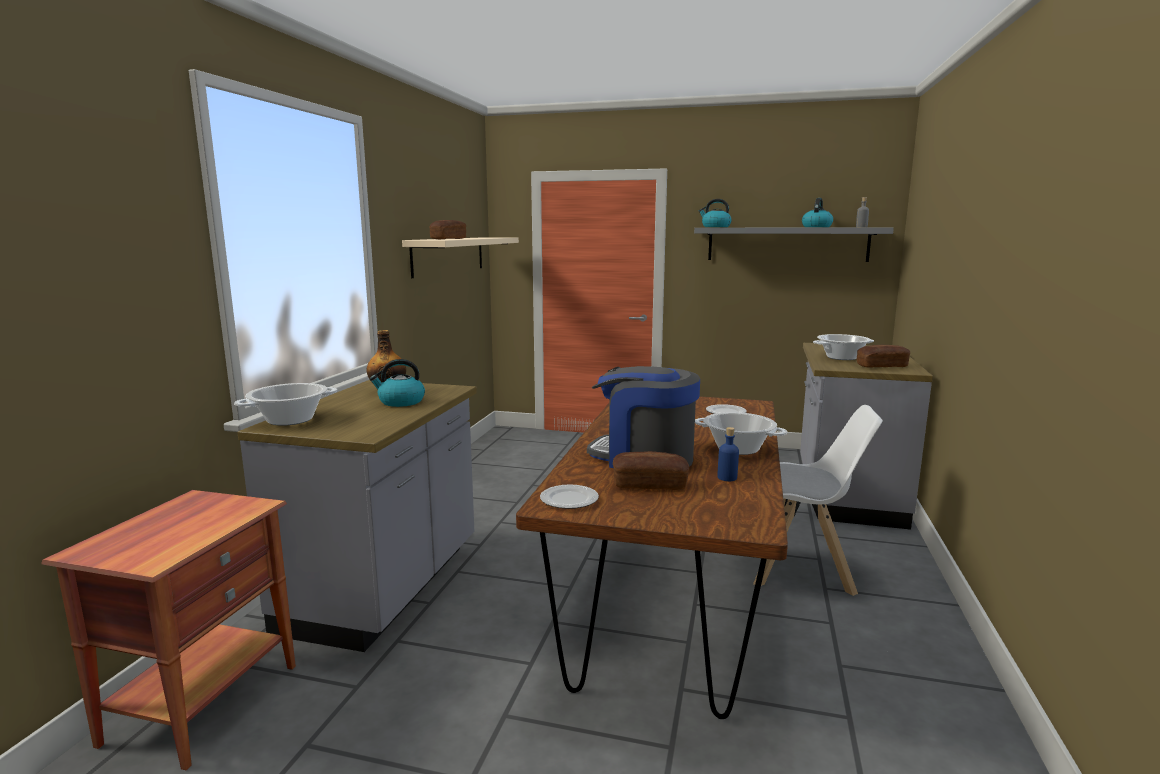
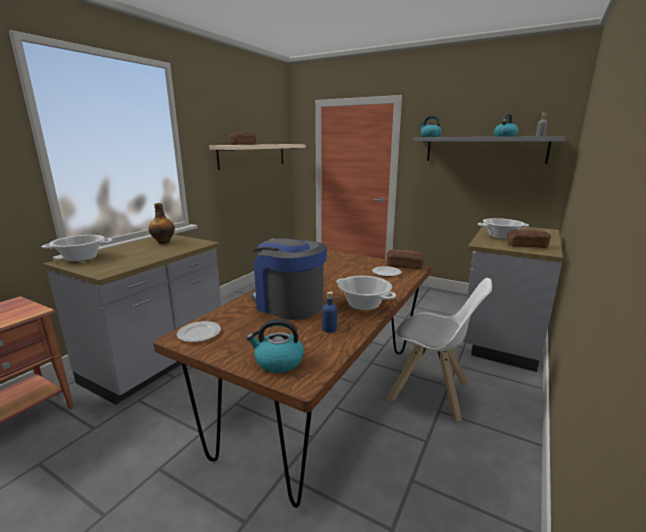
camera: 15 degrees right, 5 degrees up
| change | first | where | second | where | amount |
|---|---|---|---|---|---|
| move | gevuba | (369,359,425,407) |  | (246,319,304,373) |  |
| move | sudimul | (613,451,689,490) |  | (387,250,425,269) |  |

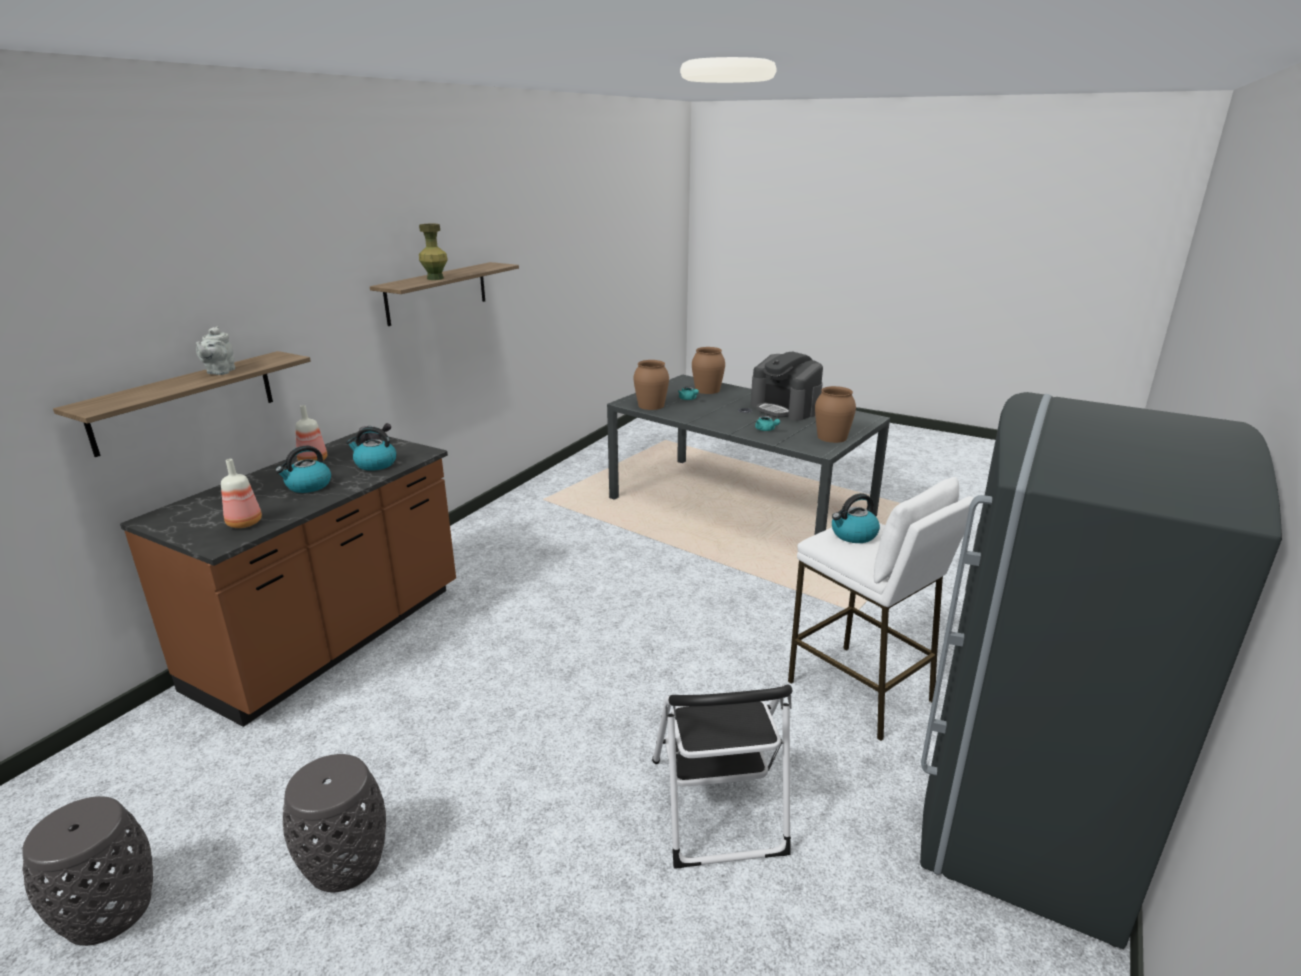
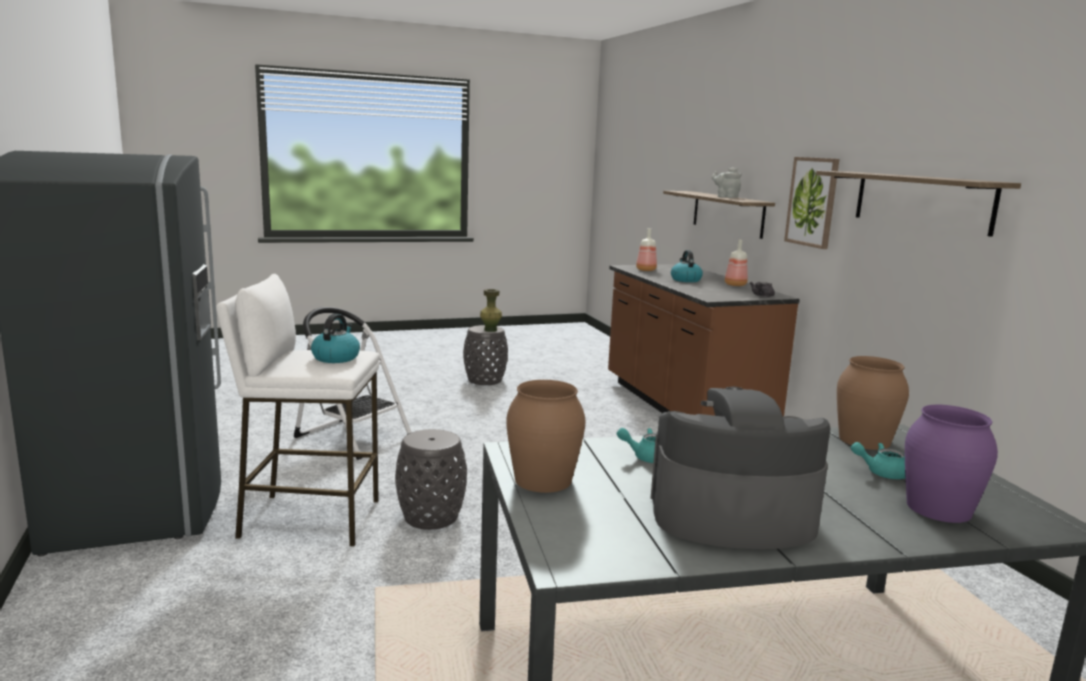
camera: 130 degrees right, 10 degrees down
| change | first | where | second | where | amount |
|---|---|---|---|---|---|
| move | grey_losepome | (22,796,153,946) |  | (395,429,467,530) |  |
| move | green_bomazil | (419,224,448,280) |  | (480,289,502,332) |  |
| insert |  |  | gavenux | (784,157,839,249) |  |
| recolor | brown_bomazil | (692,347,725,394) | purple_bomazil | (905,405,998,523) |  |
| delete | gevuba | (346,427,396,471) |  |  |  |

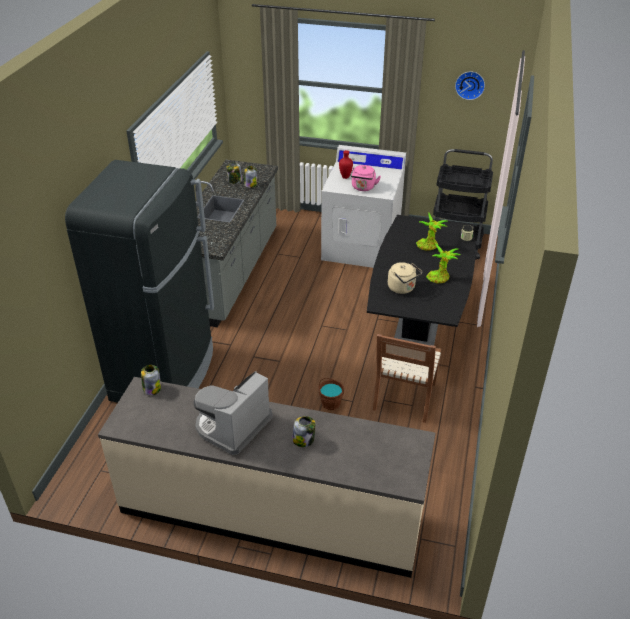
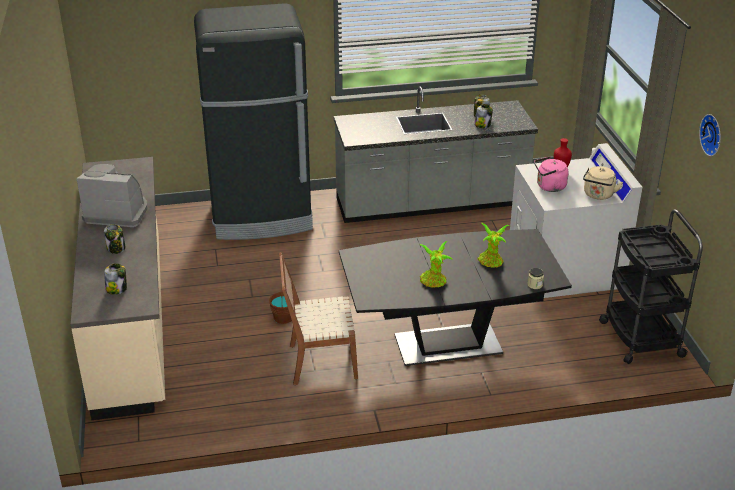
camera: 65 degrees right, 5 degrees down
| change | first | where | second | where | amount |
|---|---|---|---|---|---|
| move | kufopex | (141,365,161,395) |  | (104,263,127,295) |  |
| move | beige_gevuba | (388,262,422,294) |  | (583,166,623,200) |  |

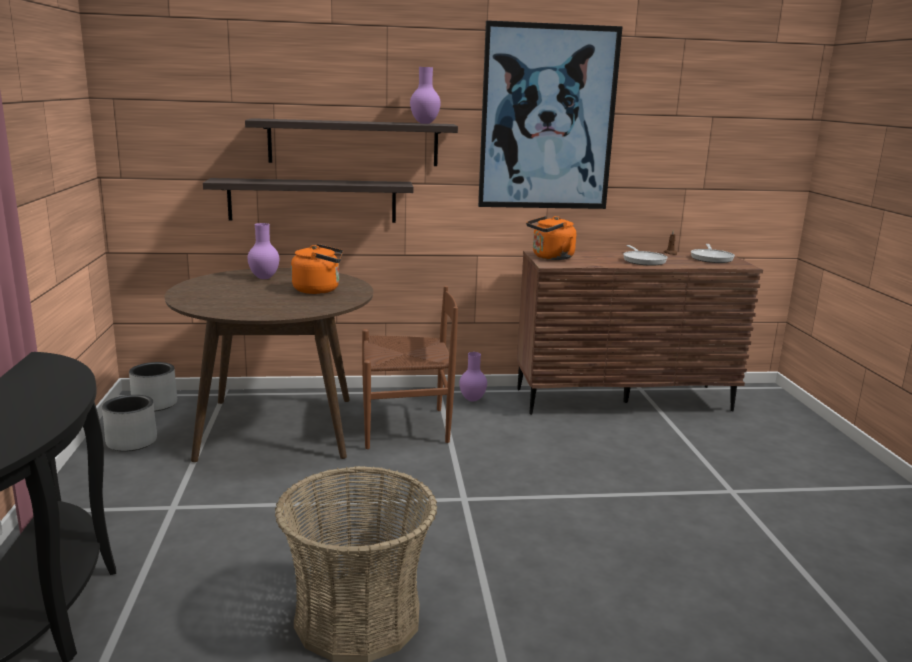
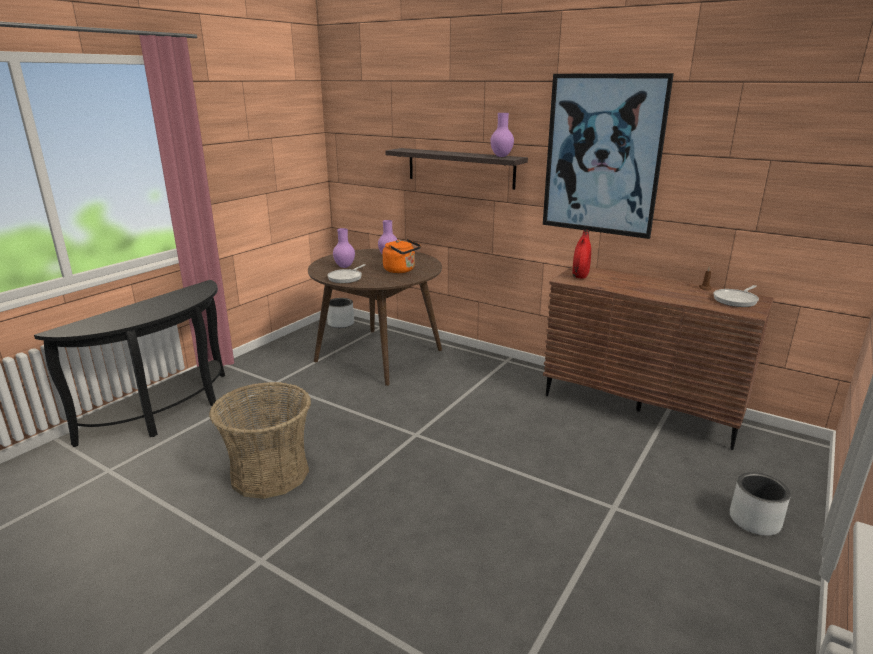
camera: 40 degrees right, 5 degrees up
| change | first | where | second | where | amount |
|---|---|---|---|---|---|
| move | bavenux | (623,245,668,266) |  | (327,264,366,283) |  |
| move | purple_bomazil | (459,352,487,402) |  | (333,228,355,268) |  |
| replace | orange_gevuba | (526,216,576,260) | red_bomazil | (573,230,591,279) |  |
| move | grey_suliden | (102,395,157,452) |  | (730,472,791,536) |  |
| delete | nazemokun | (203,178,413,223) |  |  |  |
| delete | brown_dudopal | (362,286,458,449) |  |  |  |

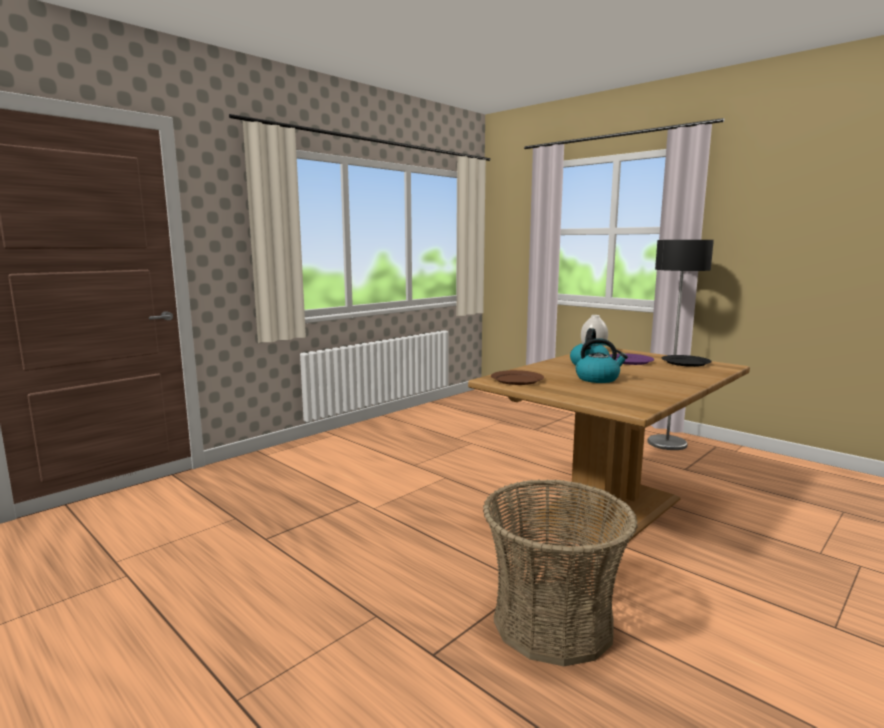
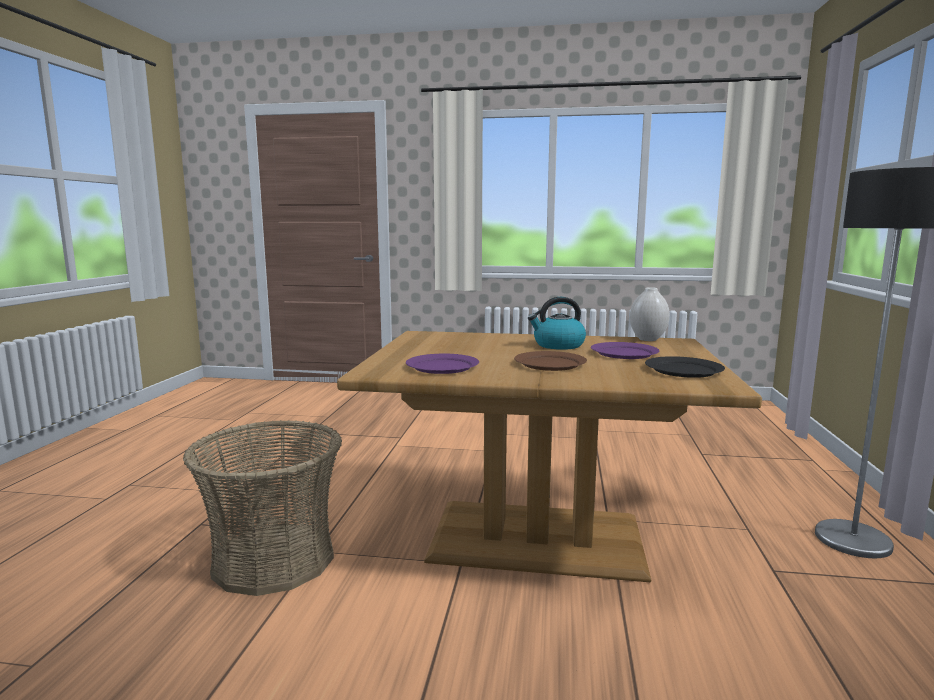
camera: 55 degrees right, 0 degrees up
| change | first | where | second | where | amount |
|---|---|---|---|---|---|
| insert |  |  | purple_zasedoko | (406,354,479,374) |  |
| move | brown_zasedoko | (491,370,544,385) |  | (514,351,587,371) |  |
| delete | gevuba | (576,338,628,383) |  |  |  |

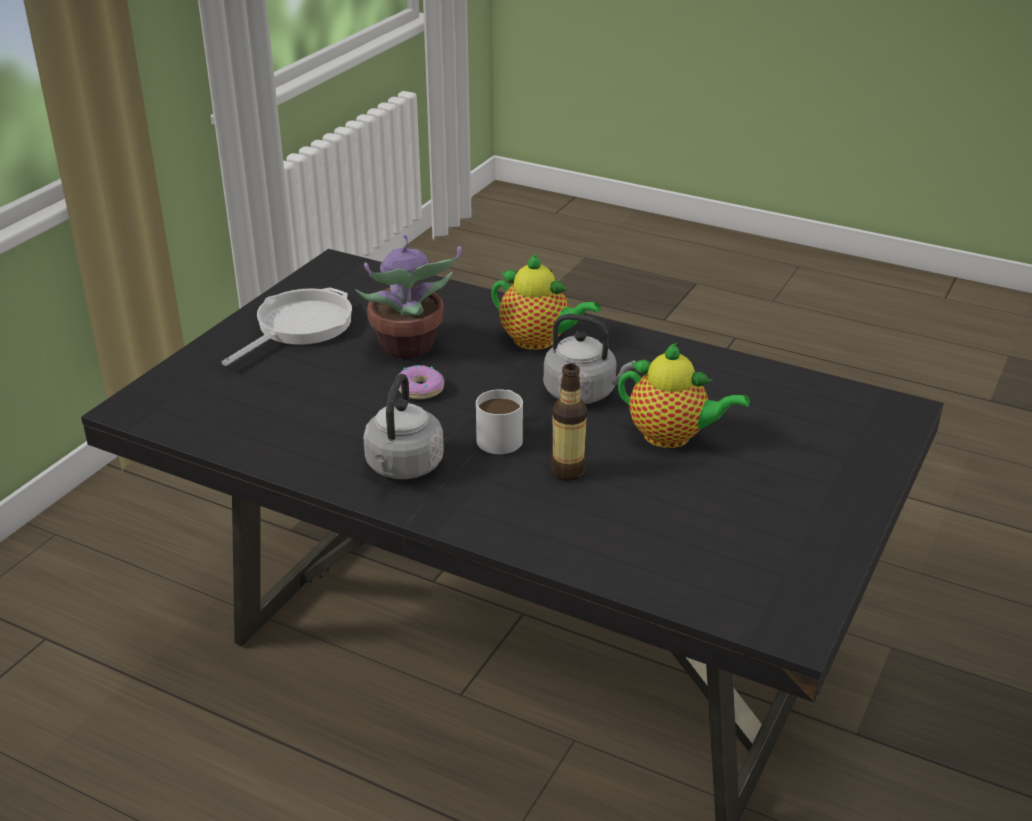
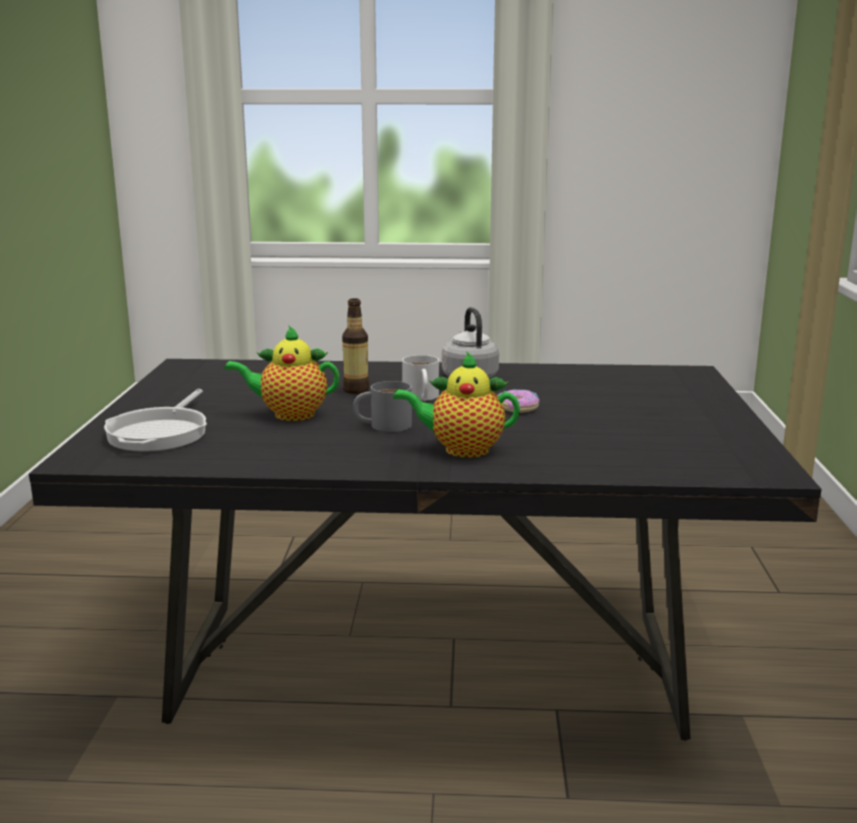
camera: 155 degrees right, 15 degrees down
| change | first | where | second | where | amount |
|---|---|---|---|---|---|
| move | bavenux | (222,288,352,366) |  | (104,389,207,452) |  |
| replace | grey_gevuba | (543,314,636,404) | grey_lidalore | (353,381,412,432) |  |
| delete | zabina | (356,235,462,358) |  |  |  |

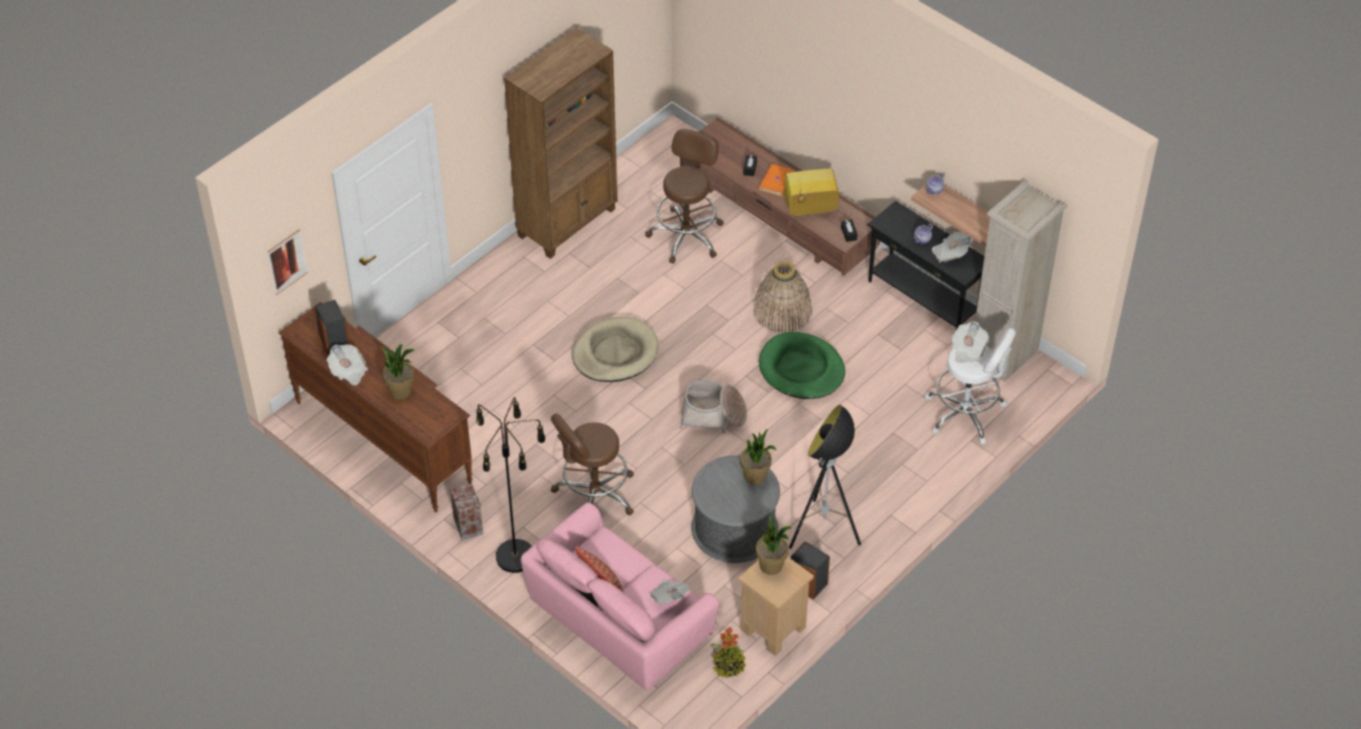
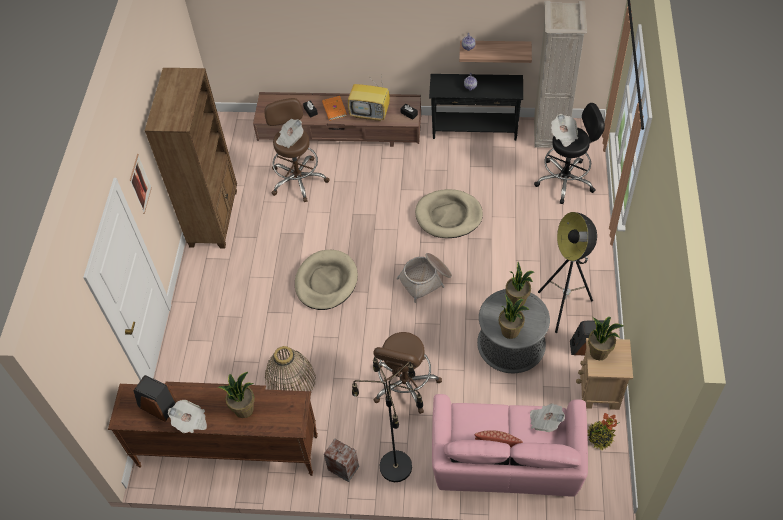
camera: 35 degrees left, 5 degrees up
| change | first | where | second | where | amount |
|---|---|---|---|---|---|
| move | gavenux | (267,229,308,295) |  | (129,154,152,214) |  |
| move | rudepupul | (754,261,812,333) |  | (265,346,316,391) |  |
| move | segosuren | (932,232,972,262) |  | (276,119,304,148) |  |
| rotate | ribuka | (784,169,839,217) |  | (348,73,390,121) | 120 degrees counterclockwise |
| recolor | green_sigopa | (759,332,845,399) | beige_sigopa | (415,189,483,238) |  |
| insert |  |  | zabina | (499,294,529,339) |  |
| recolor | white_losepome | (924,328,1016,444) | black_losepome | (534,103,605,204) |  |

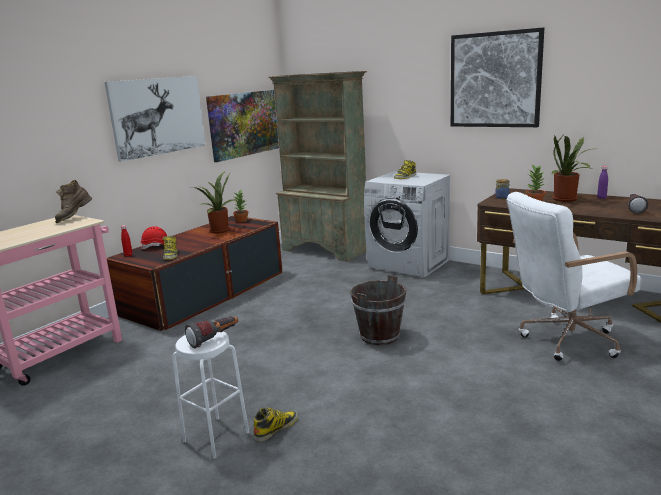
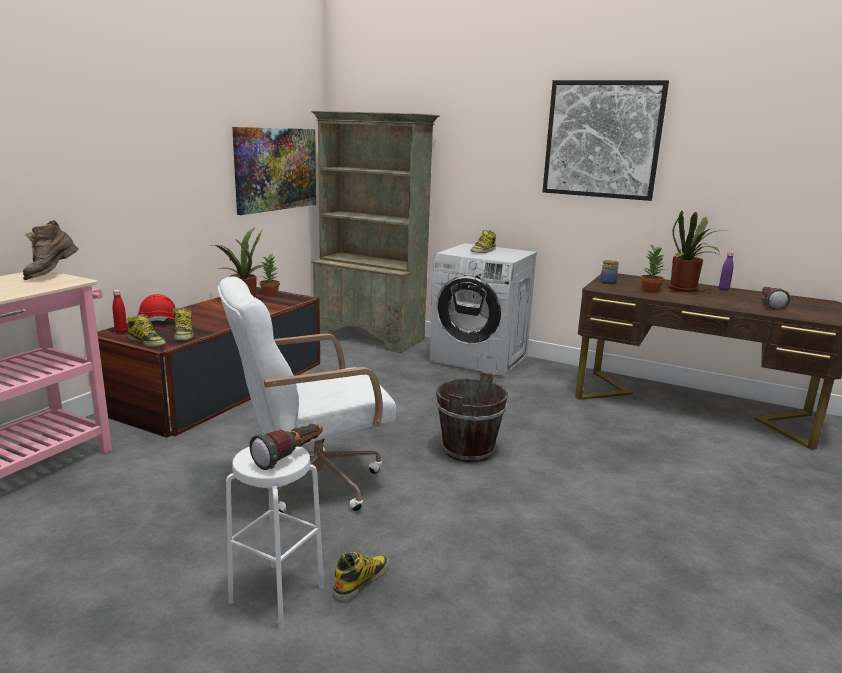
camera: 10 degrees left, 0 degrees up
| change | first | where | second | where | amount |
|---|---|---|---|---|---|
| insert |  |  | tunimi | (127,314,166,347) |  |
| move | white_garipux | (506,192,642,361) |  | (218,276,396,513) |  |
| delete | gavenux | (104,76,206,162) |  |  |  |

